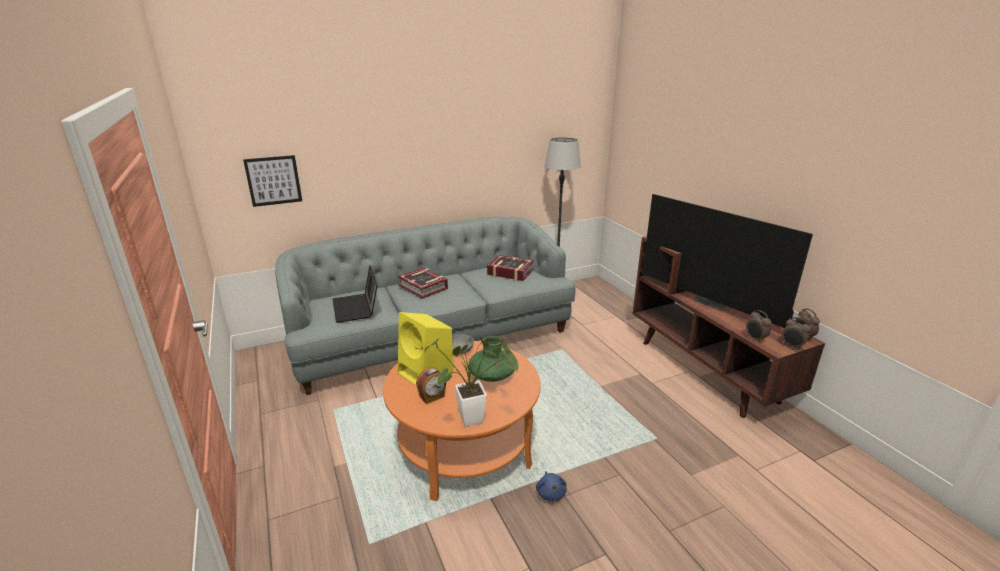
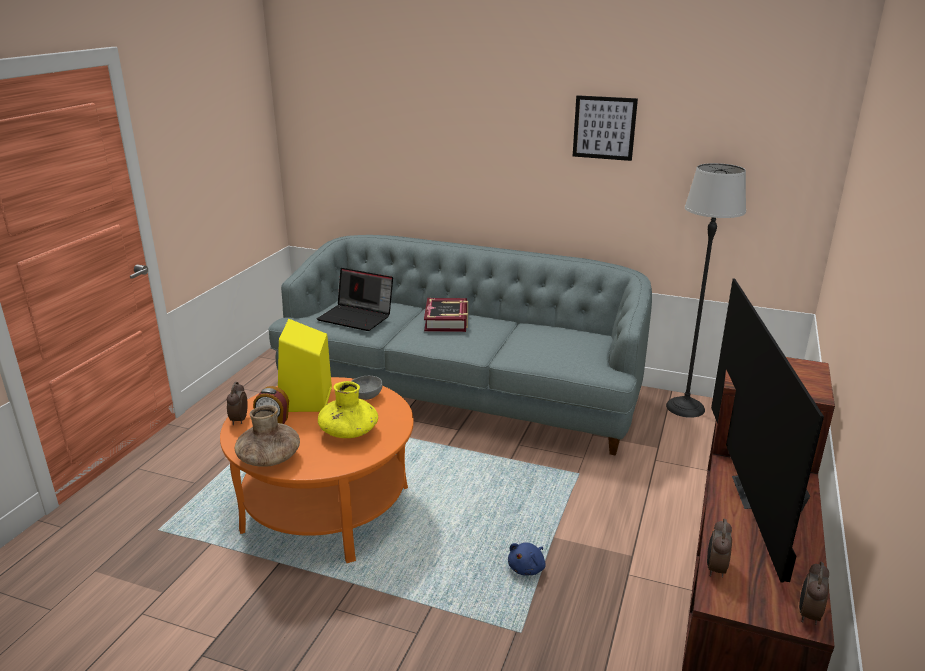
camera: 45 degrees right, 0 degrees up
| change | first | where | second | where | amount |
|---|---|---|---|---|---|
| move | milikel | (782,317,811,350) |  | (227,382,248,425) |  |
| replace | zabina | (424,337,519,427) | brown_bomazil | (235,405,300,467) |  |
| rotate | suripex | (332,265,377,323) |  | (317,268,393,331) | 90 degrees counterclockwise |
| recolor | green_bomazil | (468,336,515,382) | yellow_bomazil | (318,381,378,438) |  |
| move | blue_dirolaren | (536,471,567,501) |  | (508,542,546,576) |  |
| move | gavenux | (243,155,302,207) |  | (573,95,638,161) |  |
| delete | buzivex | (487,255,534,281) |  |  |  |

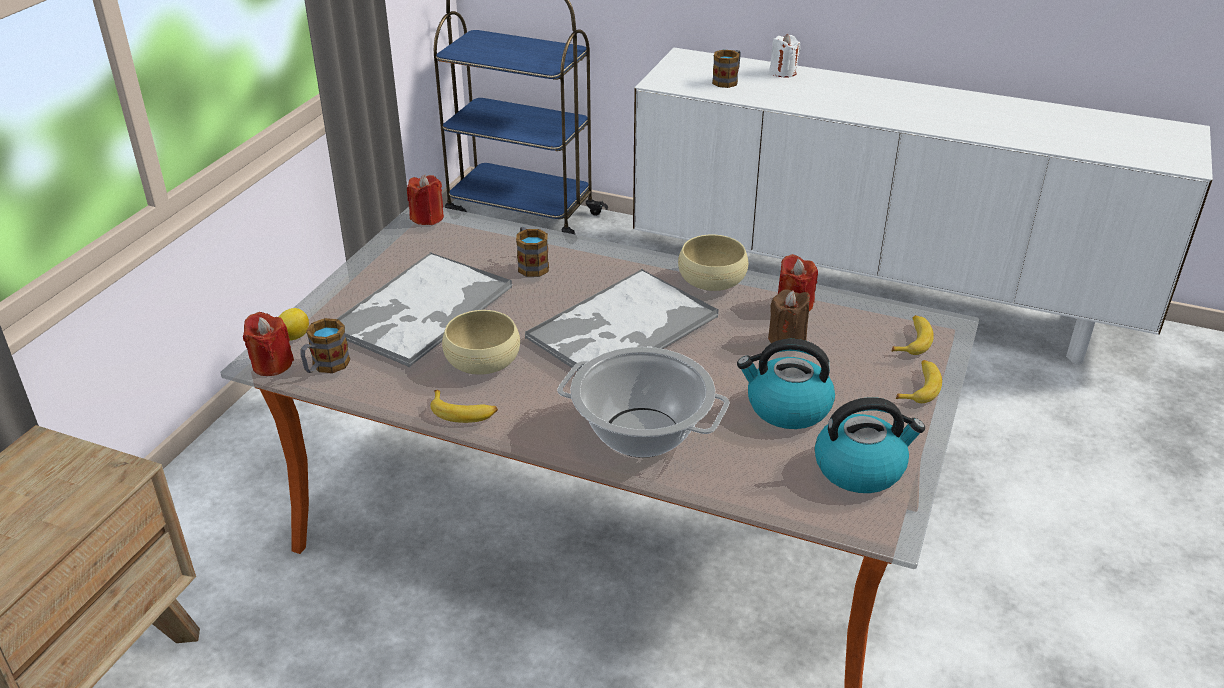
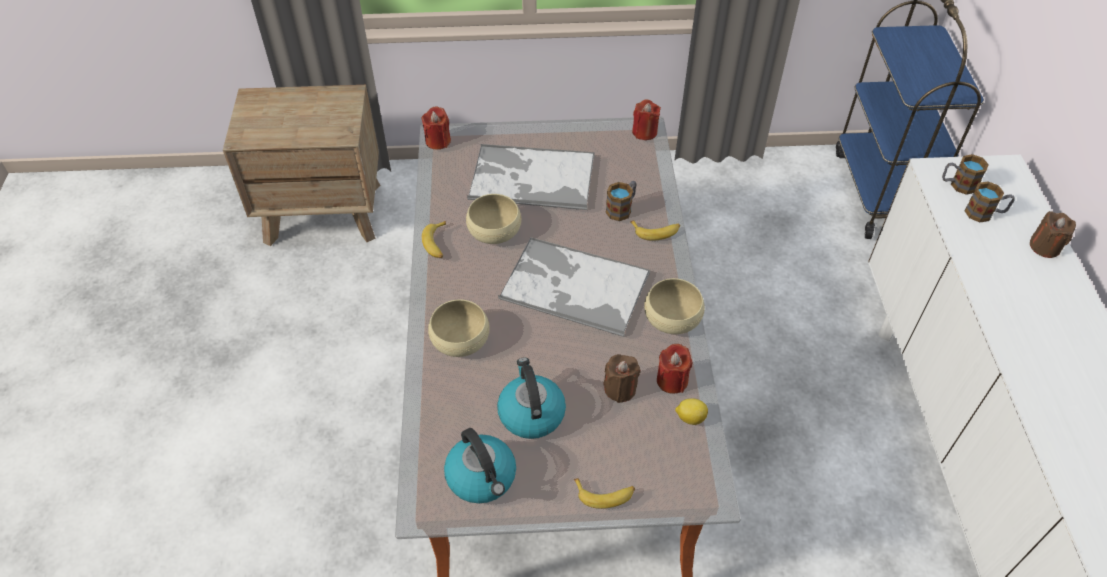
camera: 65 degrees right, 15 degrees up
| change | first | where | second | where | amount |
|---|---|---|---|---|---|
| replace | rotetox | (557,347,729,458) | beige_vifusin | (428,299,490,357) |  |
| move | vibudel | (891,315,934,355) |  | (630,220,680,241) |  |
| move | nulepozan | (279,308,309,340) |  | (675,398,708,425) |  |
| move | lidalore | (300,318,350,373) |  | (942,154,989,195) |  |
| recolor | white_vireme | (769,34,801,78) | brown_vireme | (1030,211,1076,258) |  |

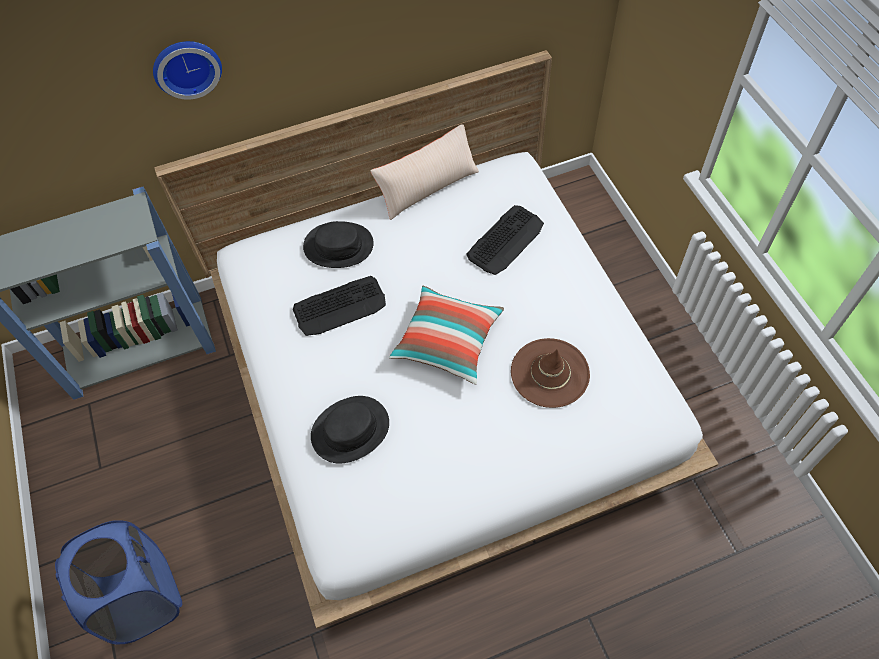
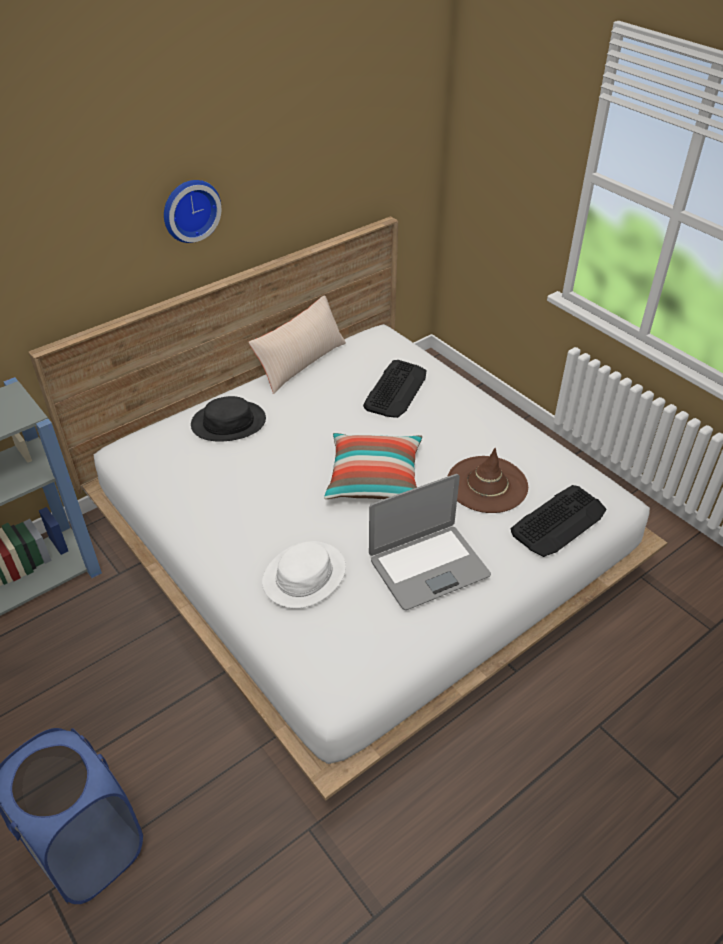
camera: 20 degrees left, 15 degrees down
| change | first | where | second | where | amount |
|---|---|---|---|---|---|
| move | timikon | (153,41,222,100) |  | (164,180,221,243) |  |
| recolor | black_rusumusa | (311,396,389,463) | white_rusumusa | (262,541,346,608) |  |
| insert |  |  | suripex | (369,474,491,610) |  |
| move | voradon | (293,276,386,336) |  | (511,485,607,557) |  |

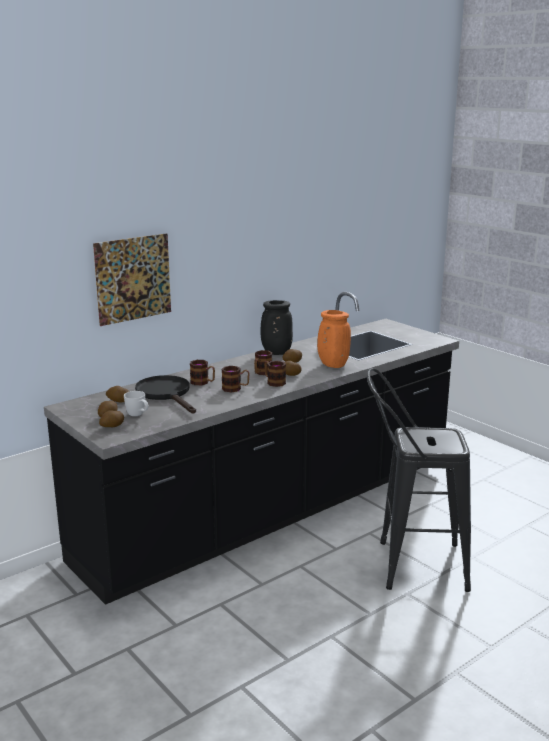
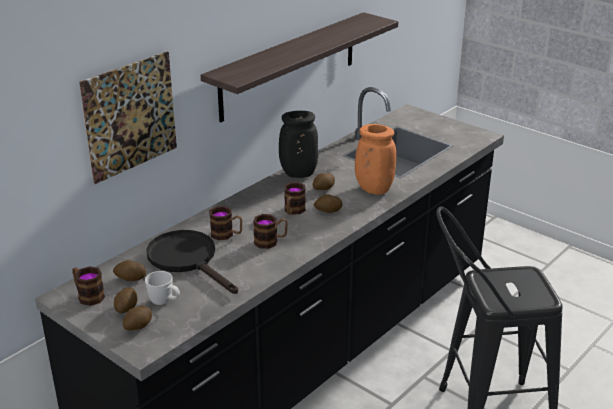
camera: 10 degrees left, 10 degrees up
| change | first | where | second | where | amount |
|---|---|---|---|---|---|
| move | lidalore | (264,361,286,387) |  | (72,266,105,306) |  |
| insert |  |  | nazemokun | (201,12,398,122) |  |

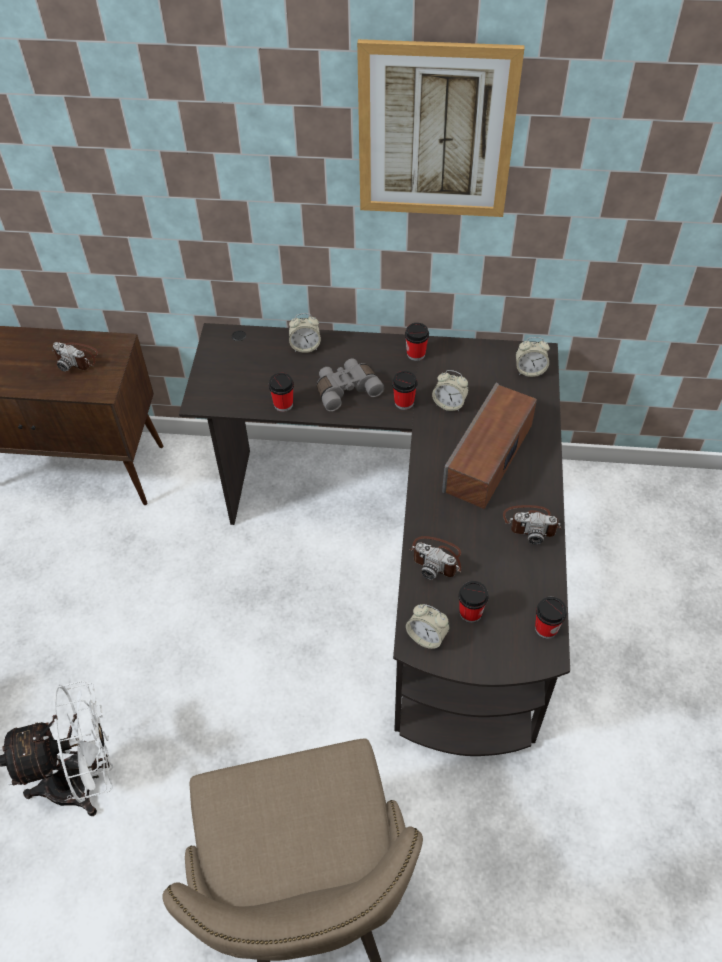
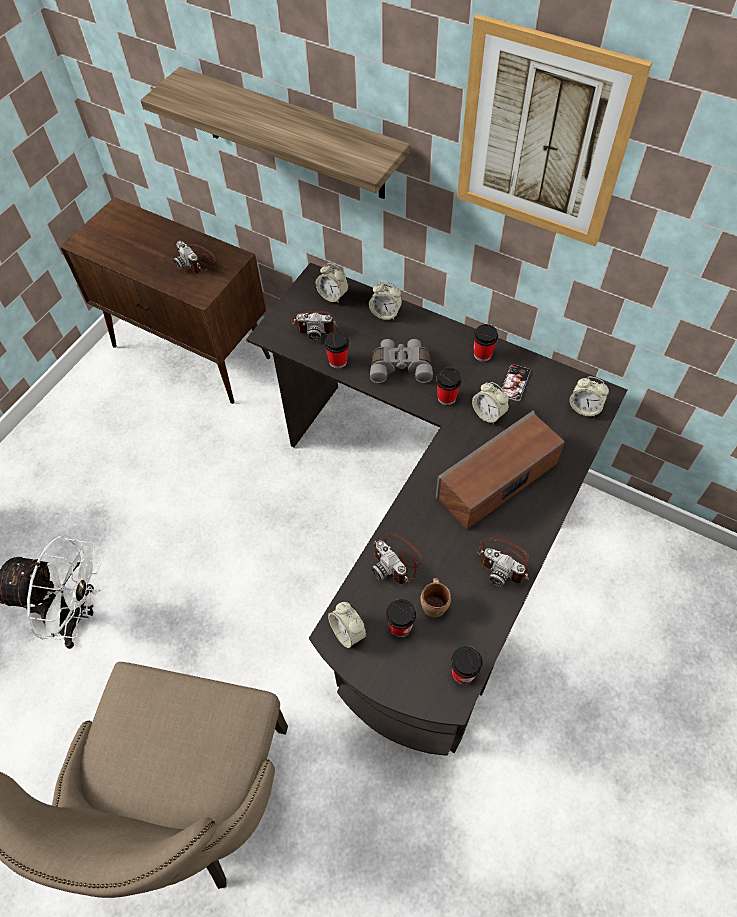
camera: 25 degrees right, 5 degrees up
| change | first | where | second | where | amount |
|---|---|---|---|---|---|
| insert |  |  | nazemokun | (140,67,410,199) |  |
| insert |  |  | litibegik | (292,311,338,340) |  |
| insert |  |  | milikel | (316,263,348,303) |  |
| insert |  |  | brown_lidalore | (420,578,451,617) |  |
| insert |  |  | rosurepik | (502,364,530,401) |  |

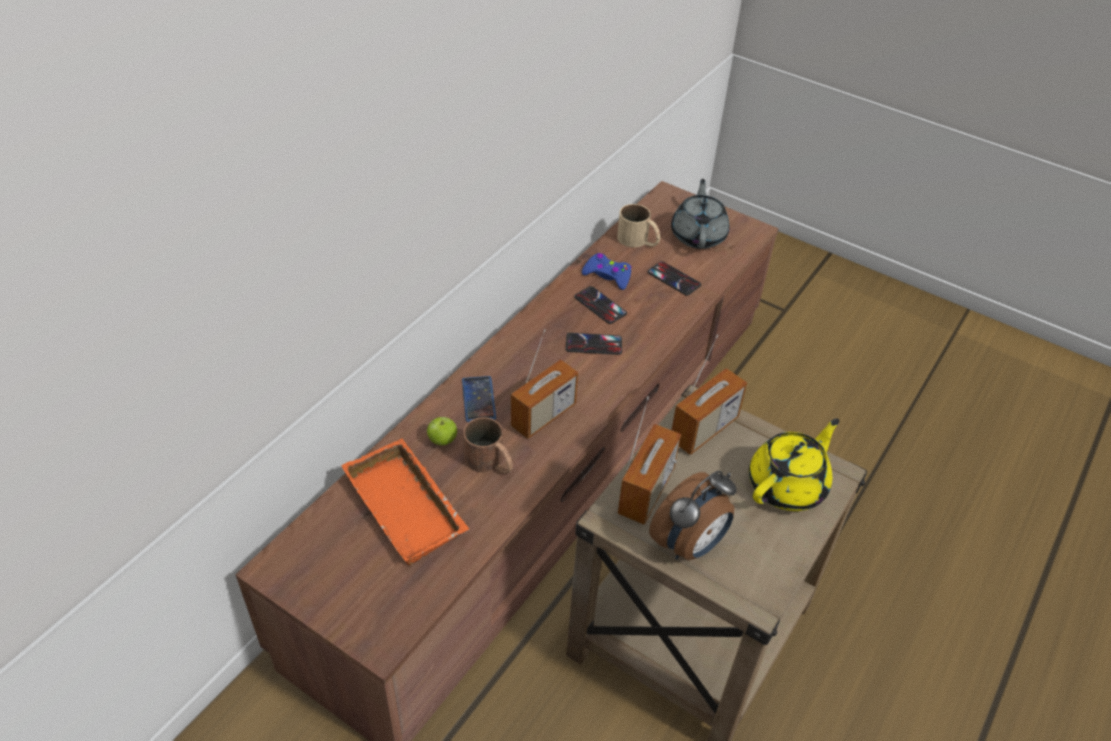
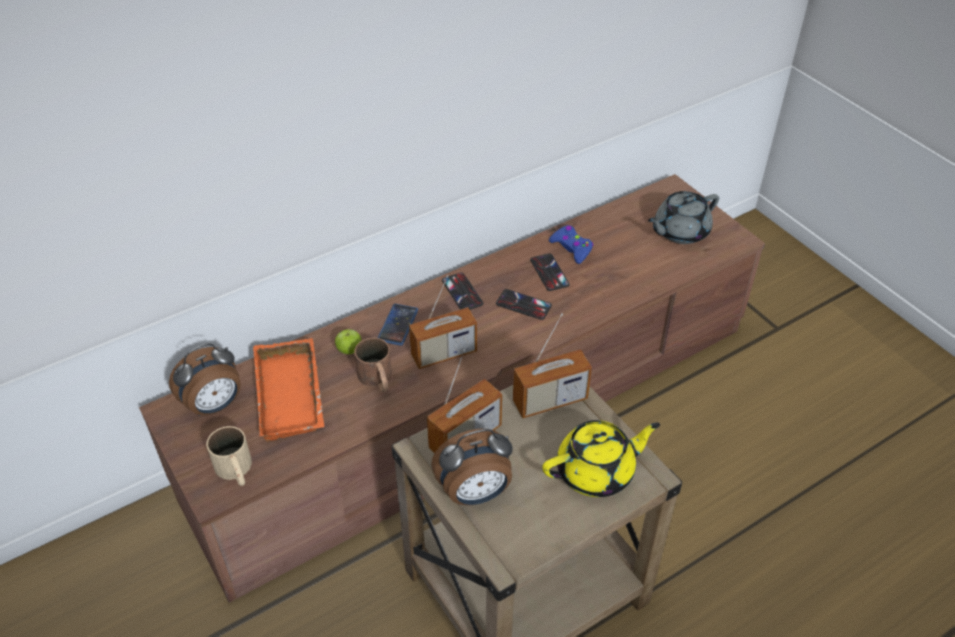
camera: 25 degrees right, 0 degrees up
| change | first | where | second | where | amount |
|---|---|---|---|---|---|
| insert |  |  | milikel | (169,343,241,416) |  |
| move | beige_lidalore | (617,204,660,248) |  | (207,426,252,486) |  |
| move | rosurepik | (647,261,701,296) |  | (442,272,483,310) |  |
| rotate | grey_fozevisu | (671,179,729,249) |  | (648,191,719,244) | 150 degrees counterclockwise |

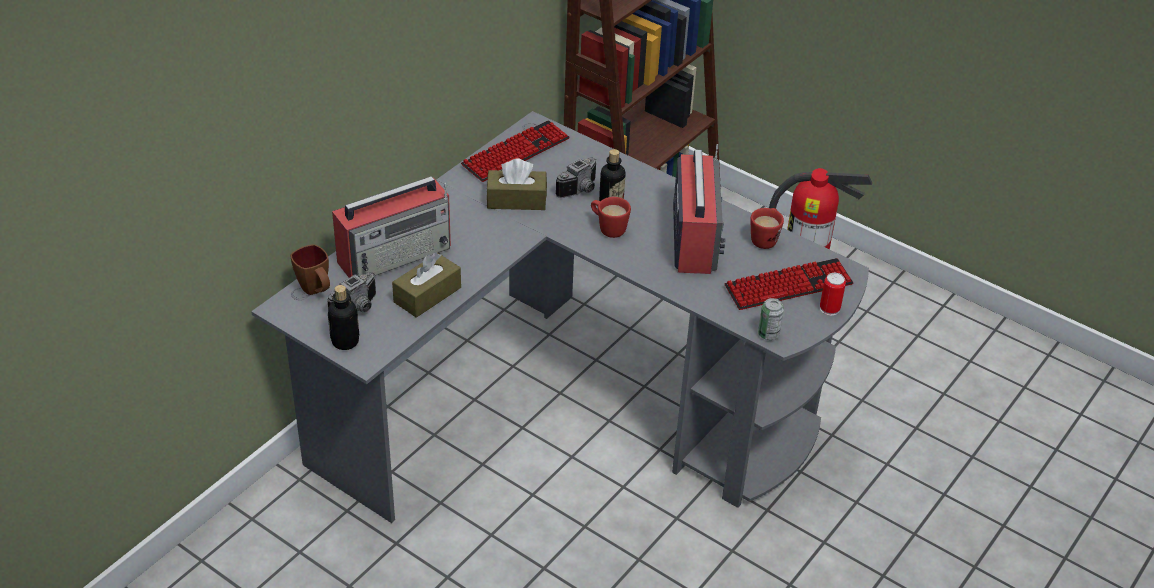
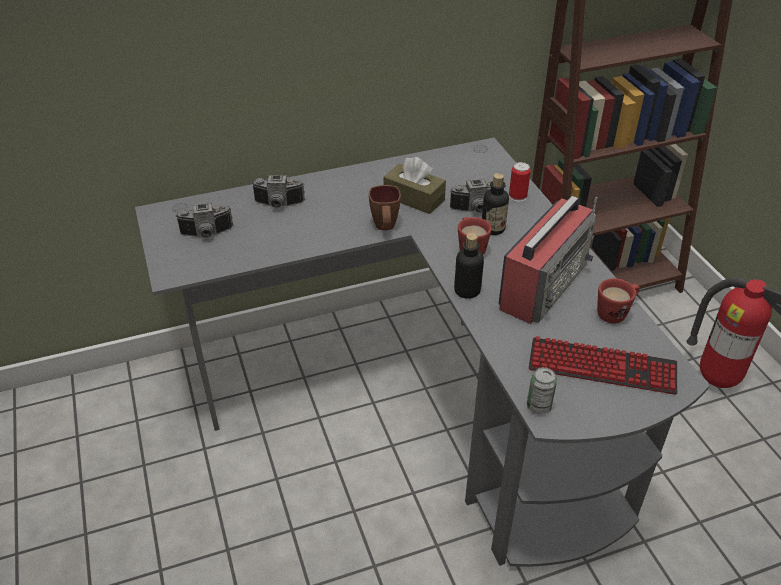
camera: 35 degrees right, 0 degrees up
| change | first | where | second | where | amount |
|---|---|---|---|---|---|
| replace | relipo | (332,176,451,278) | litibegik | (251,175,305,208) |  |
| move | brown_lidalore | (290,244,330,295) |  | (369,185,401,230) |  |
| move | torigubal | (328,285,360,350) |  | (454,233,484,299) |  |
| move | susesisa | (820,273,846,316) |  | (509,162,531,202) |  |
| delete | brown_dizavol | (392,252,461,318) |  |  |  |
| delete | voradon | (461,121,570,182) |  |  |  |

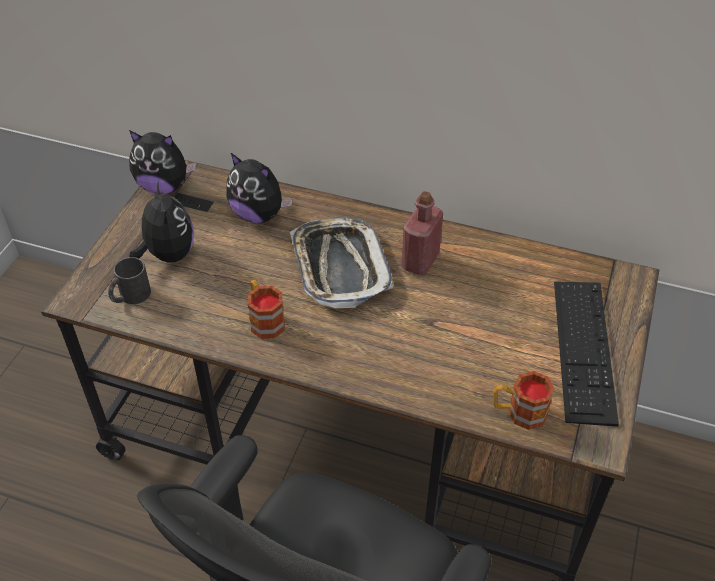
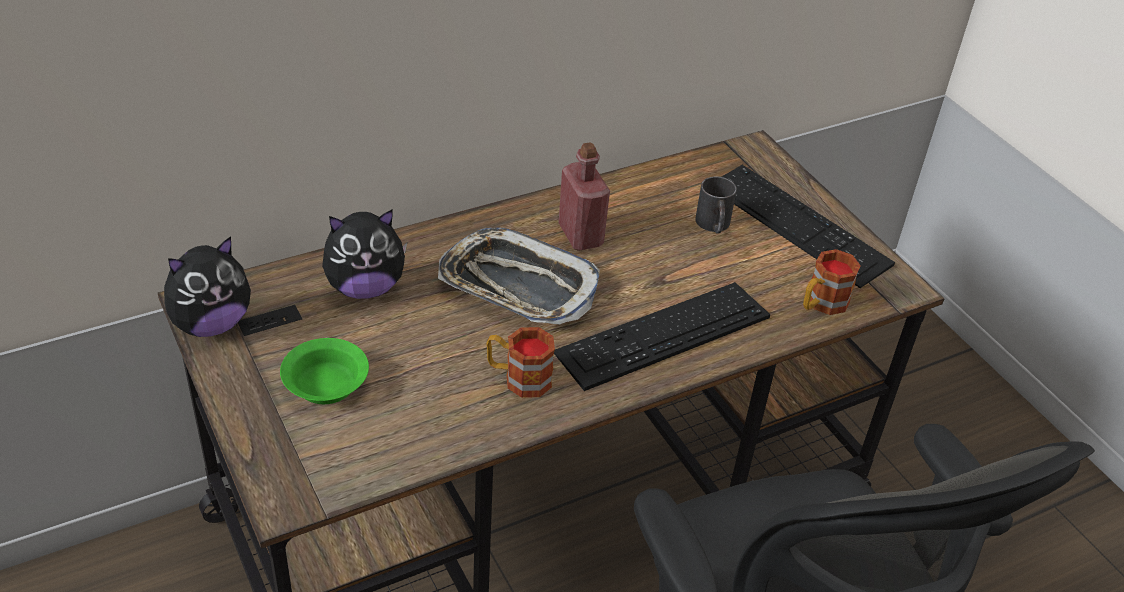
camera: 50 degrees left, 5 degrees down
| change | first | where | second | where | amount |
|---|---|---|---|---|---|
| replace | dirolaren | (129,181,194,262) | green_vifusin | (280,338,369,404) |  |
| insert |  |  | voradon | (554,282,770,391) |  |
| move | black_lidalore | (108,257,151,304) |  | (695,176,737,234) |  |

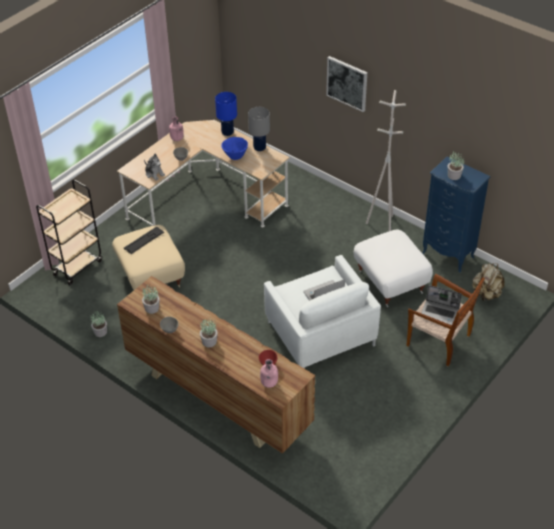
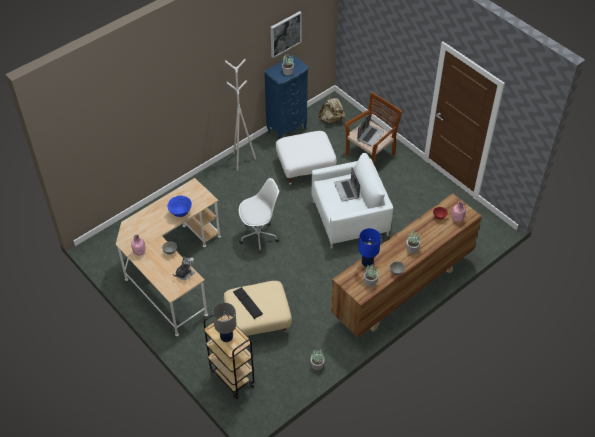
camera: 80 degrees left, 5 degrees up
| change | first | where | second | where | amount |
|---|---|---|---|---|---|
| move | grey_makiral | (248,107,270,151) |  | (213,303,237,342) |  |
| insert |  |  | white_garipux | (239,178,279,253) |  |
| move | gavenux | (326,56,367,112) |  | (271,11,302,58) |  |
| move | blue_makiral | (215,92,237,136) |  | (358,228,381,267) |  |

